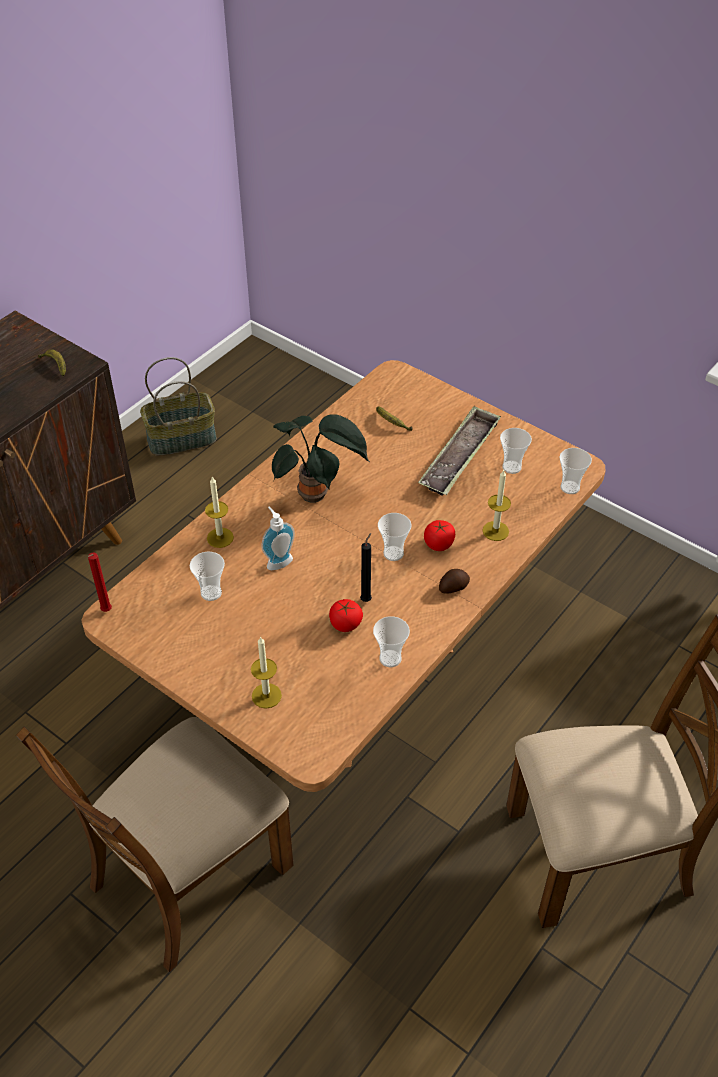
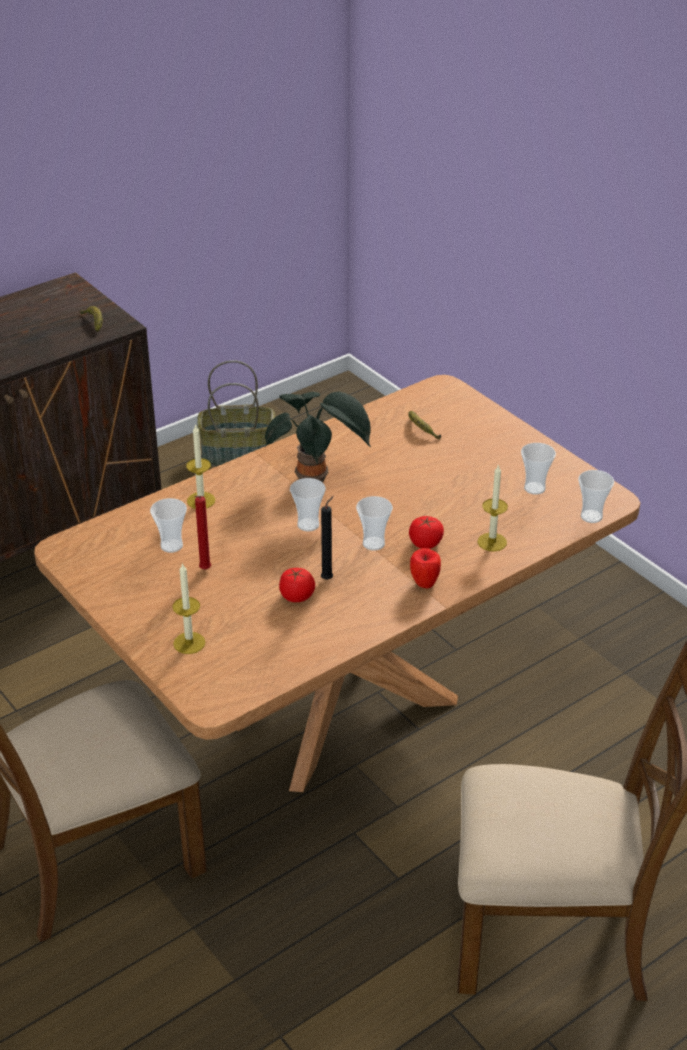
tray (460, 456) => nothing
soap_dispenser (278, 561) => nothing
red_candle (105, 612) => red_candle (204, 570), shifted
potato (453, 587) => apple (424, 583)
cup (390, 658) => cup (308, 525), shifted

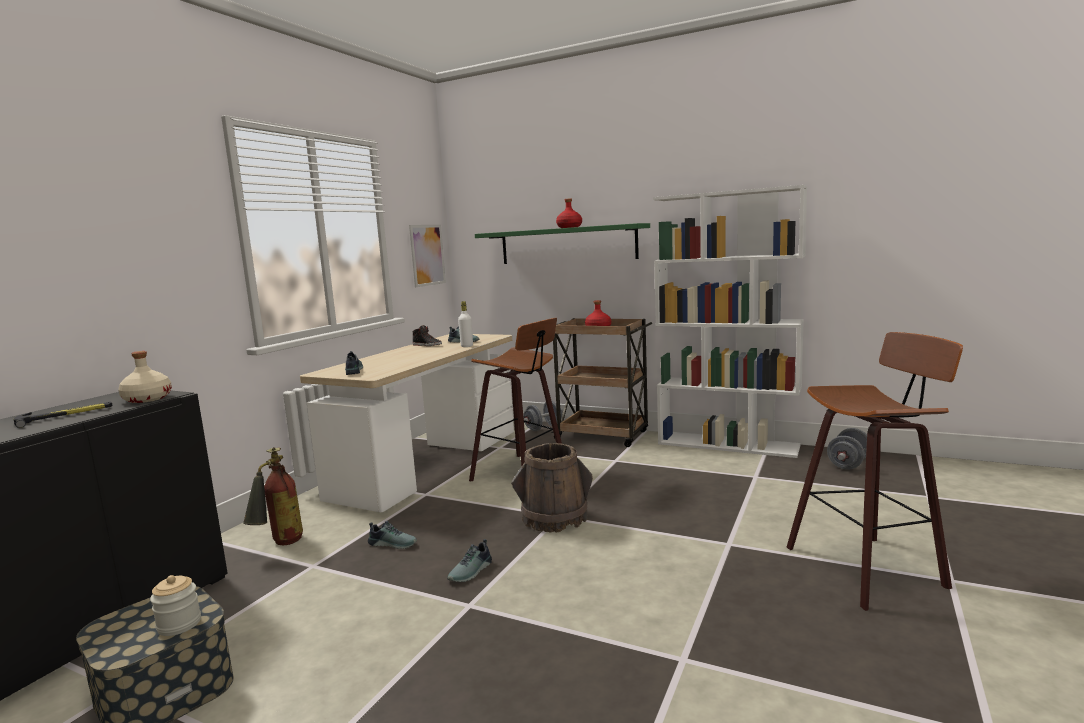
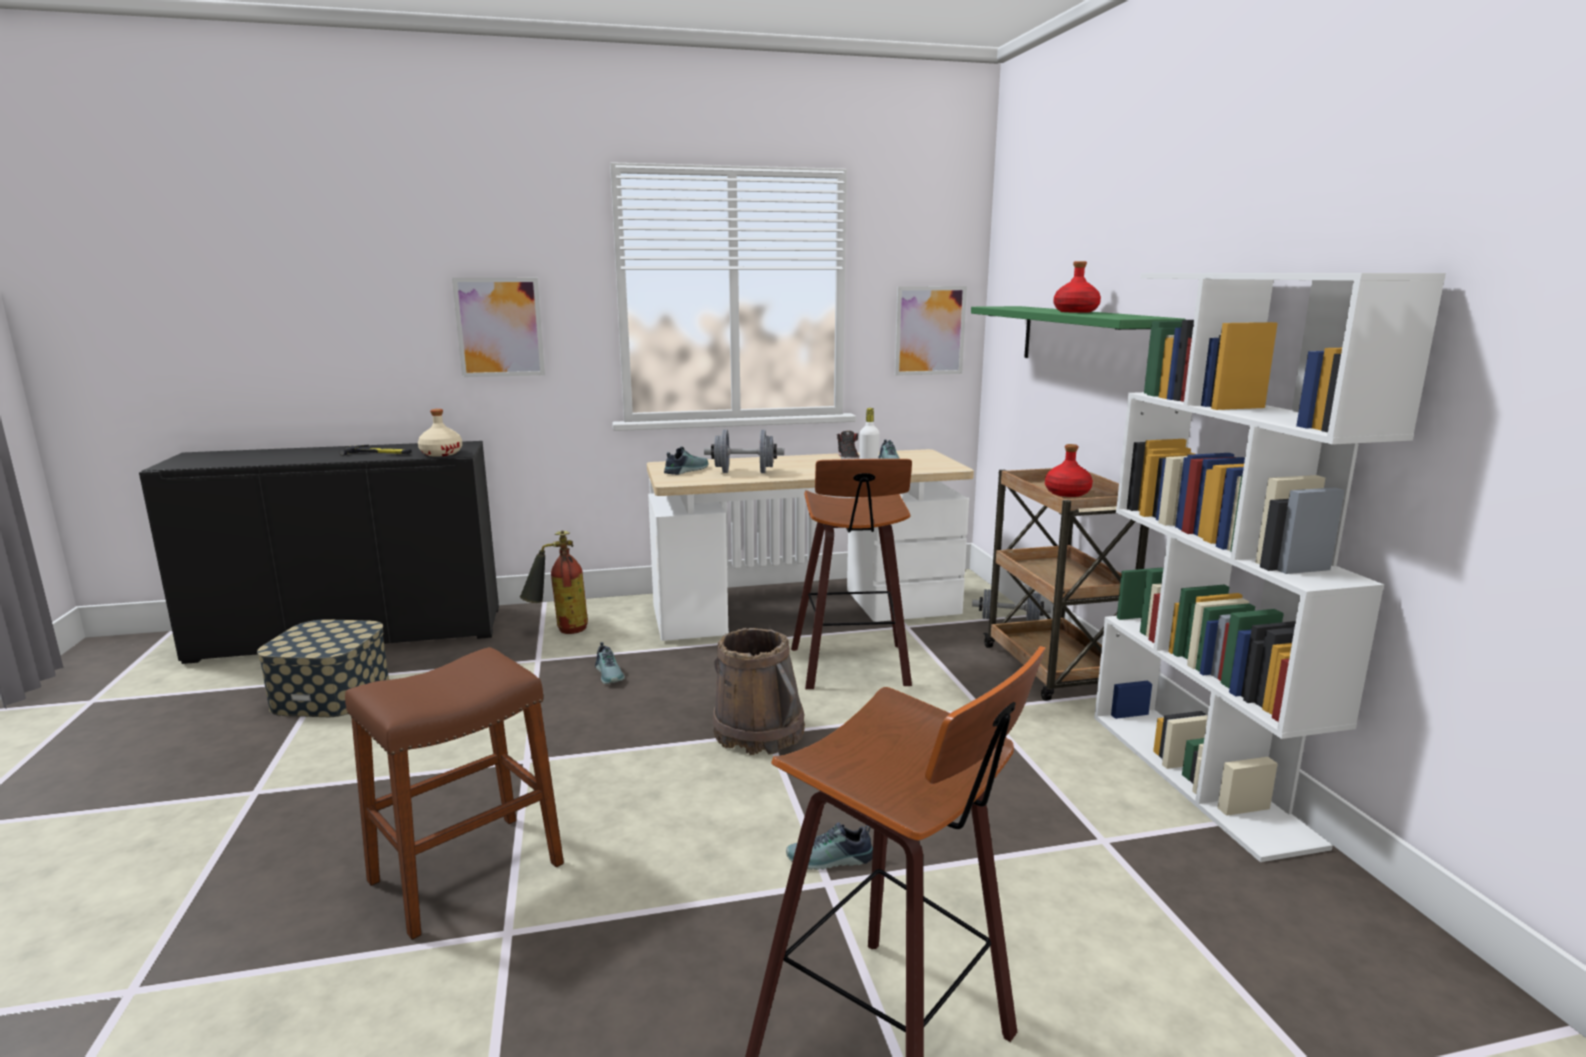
grey_dumbbell (848, 464) => grey_dumbbell (744, 472), shifted
shoe (472, 572) => shoe (830, 860), shifted
jar (179, 624) => nothing
nothing => picture (499, 327)
nothing => brown_stool (466, 872)

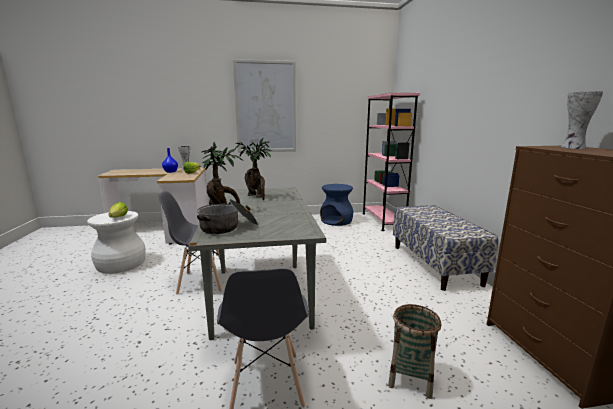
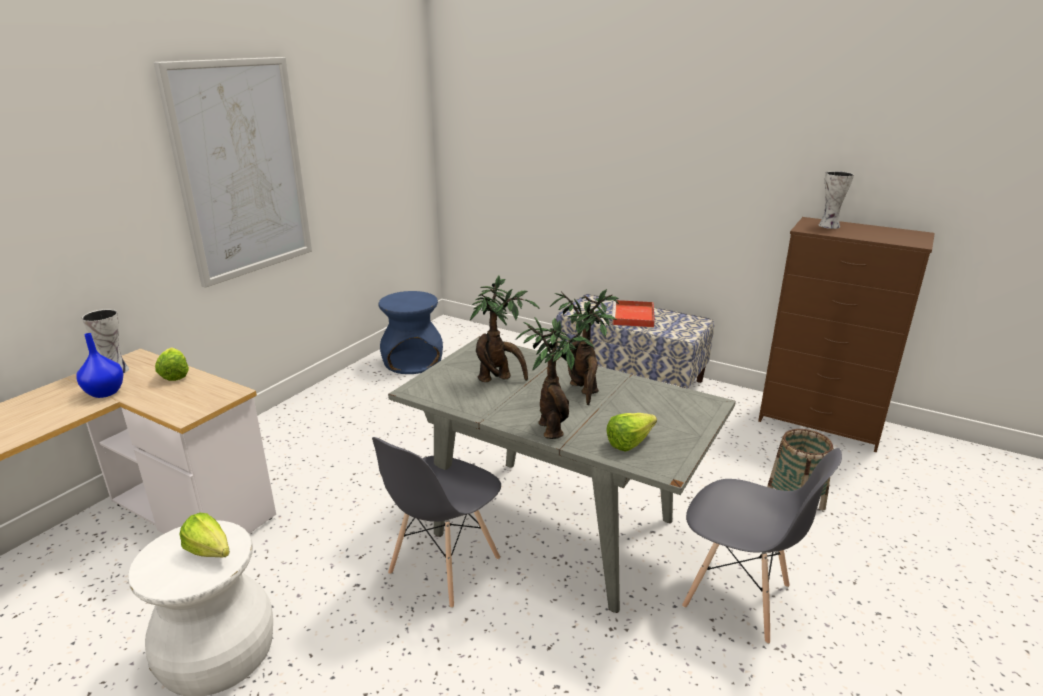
pink_bookcase (383, 221) => nothing
cooking_pot (228, 227) => lettuce (633, 442)
nothing => potted_plant (584, 391)
nothing => red_tray (633, 316)

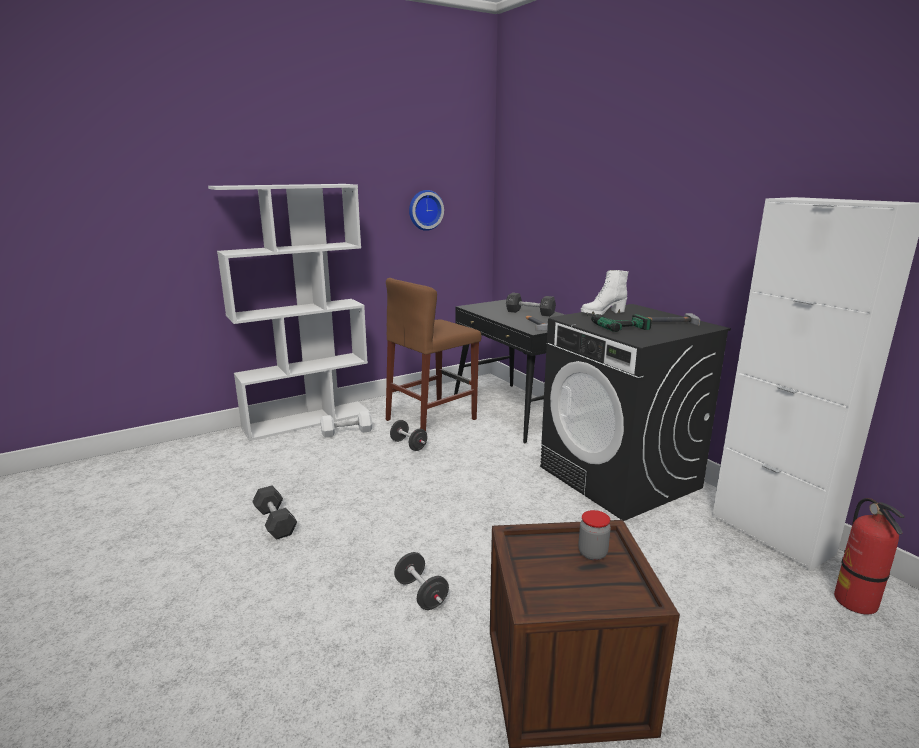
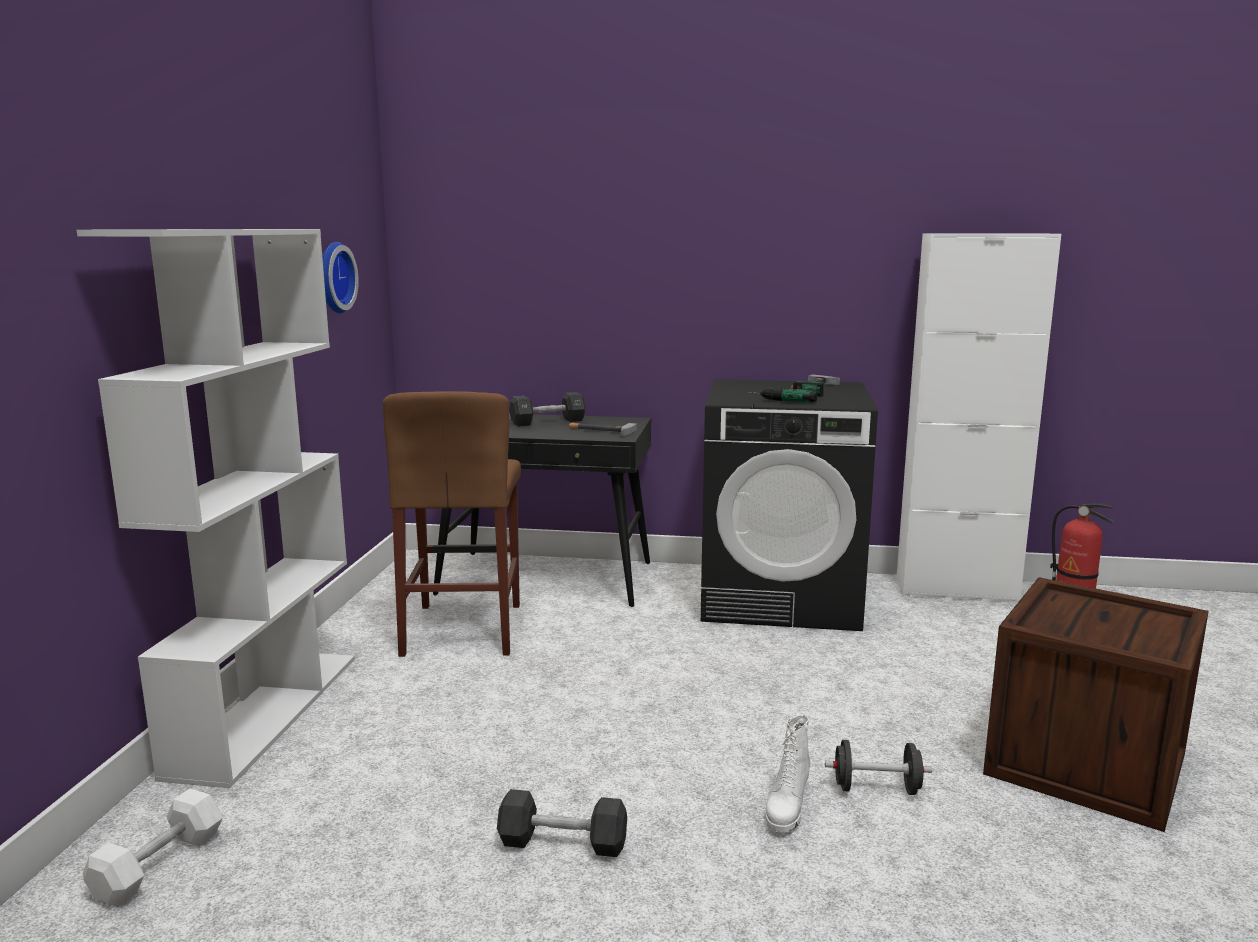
white_boot (602, 313) => white_boot (786, 809), shifted
white_dumbbell (347, 432) => white_dumbbell (158, 865), shifted
black_dumbbell (408, 445) => nothing
jar (592, 553) => nothing

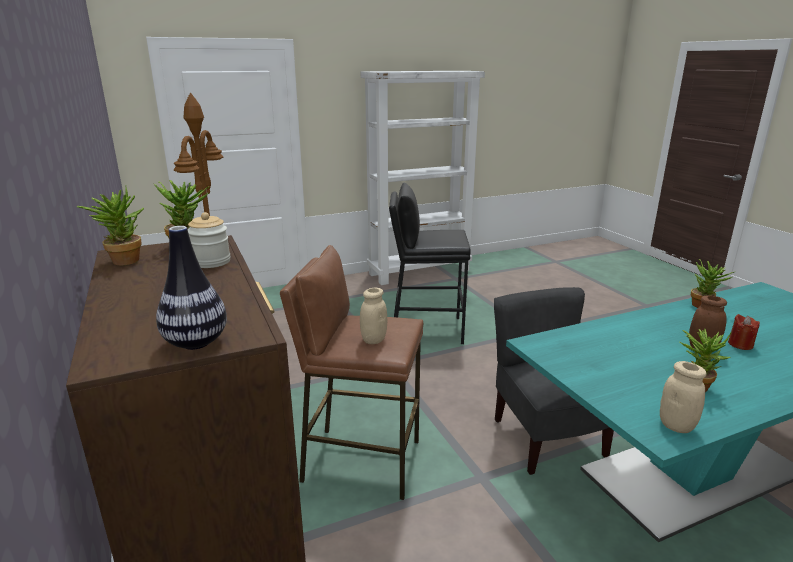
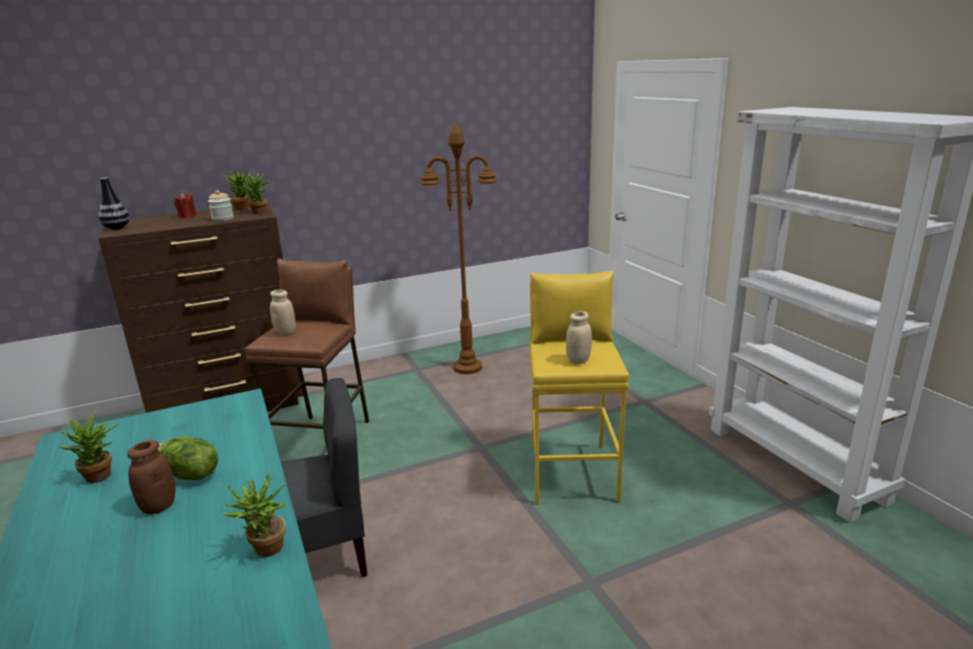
black_stool (426, 329) => yellow_stool (572, 472)
red_candle (740, 344) => red_candle (187, 216), shifted
beige_jar (676, 426) => beige_jar (578, 360), shifted
nothing => lettuce (189, 475)

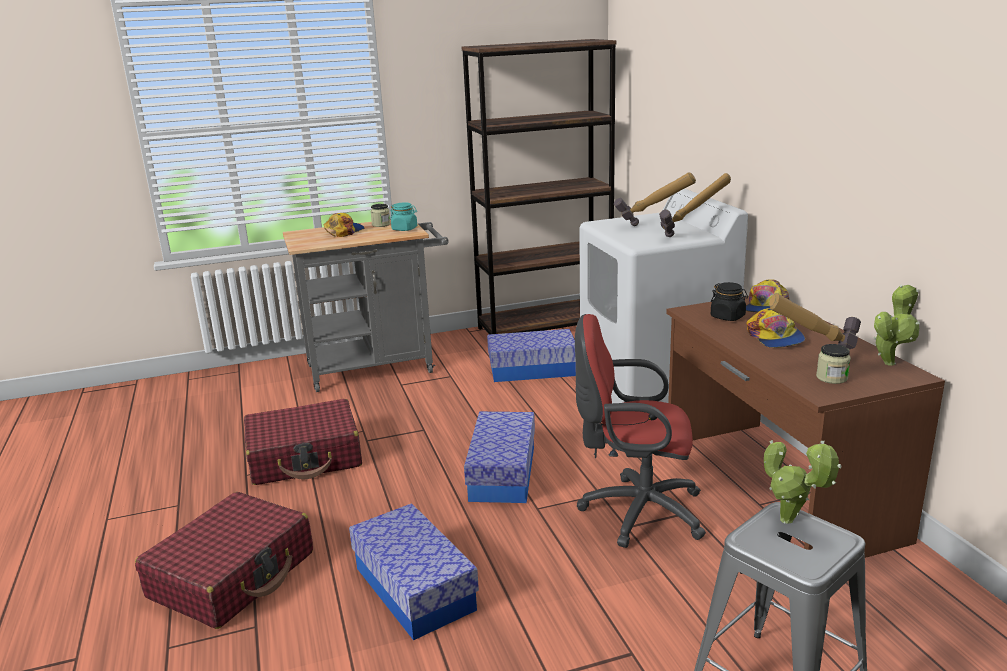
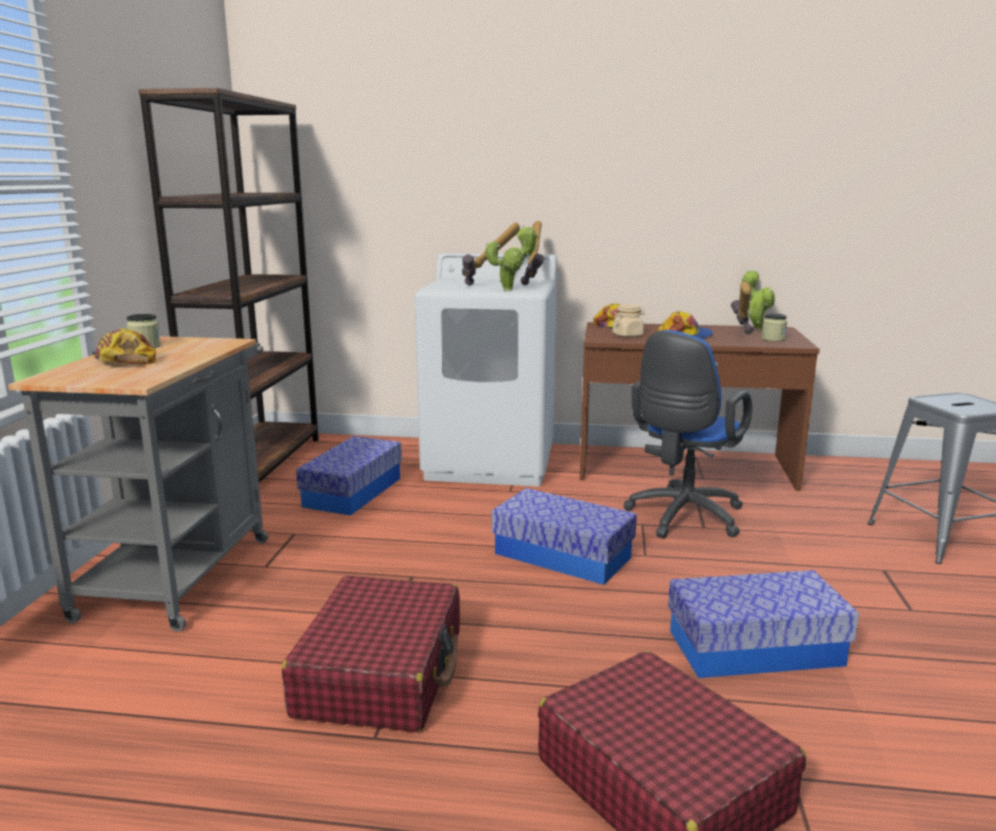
turquoise_jar (404, 229) => nothing
black_jar (728, 317) => beige_jar (628, 335)
red_office_chair (636, 512) => blue_office_chair (682, 518)
potted_plant (791, 522) => potted_plant (511, 290), shifted

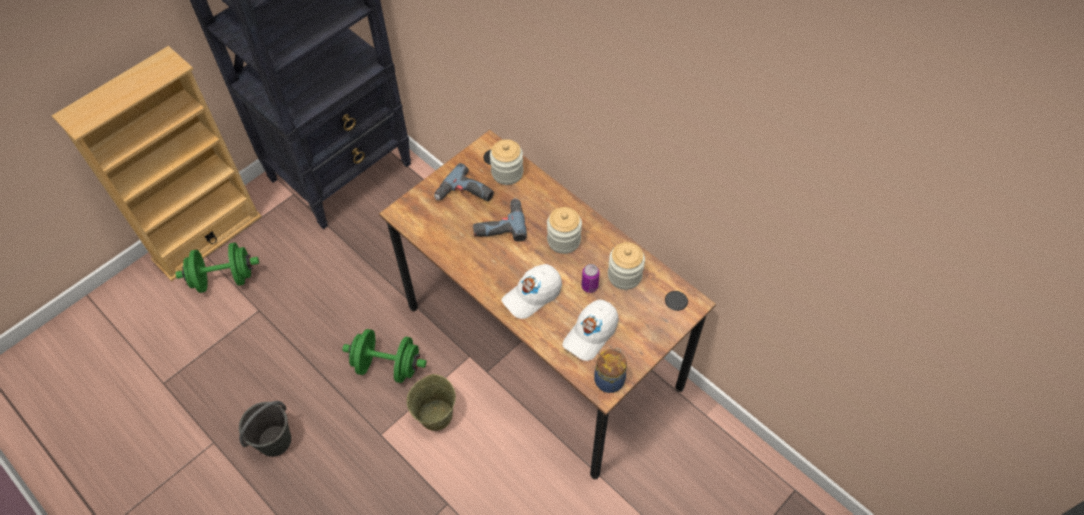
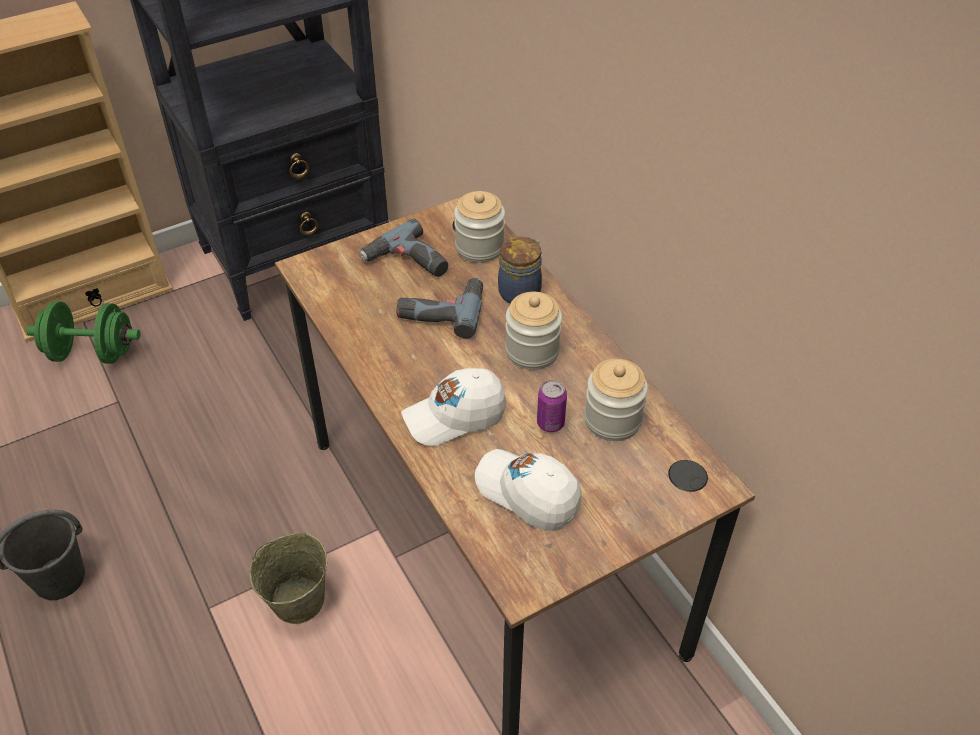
white_cap (591, 334) => white_cap (528, 493), 75 degrees clockwise
green_dumbbell (387, 365) => nothing
jar (610, 379) => jar (521, 292), shifted

